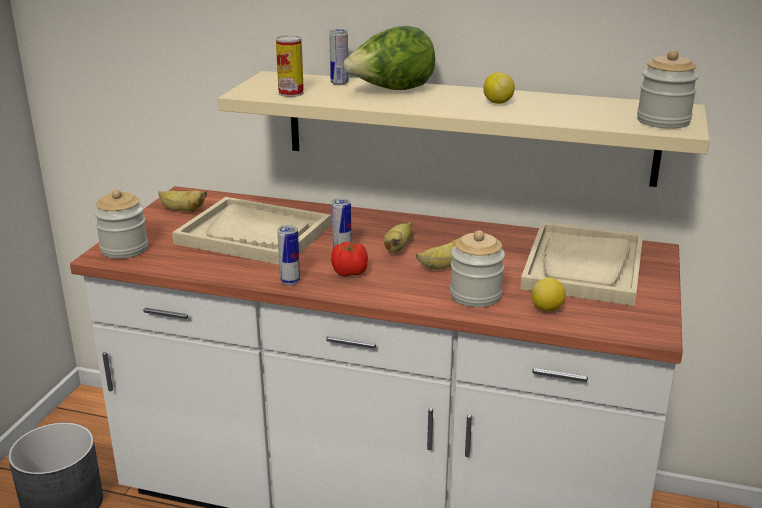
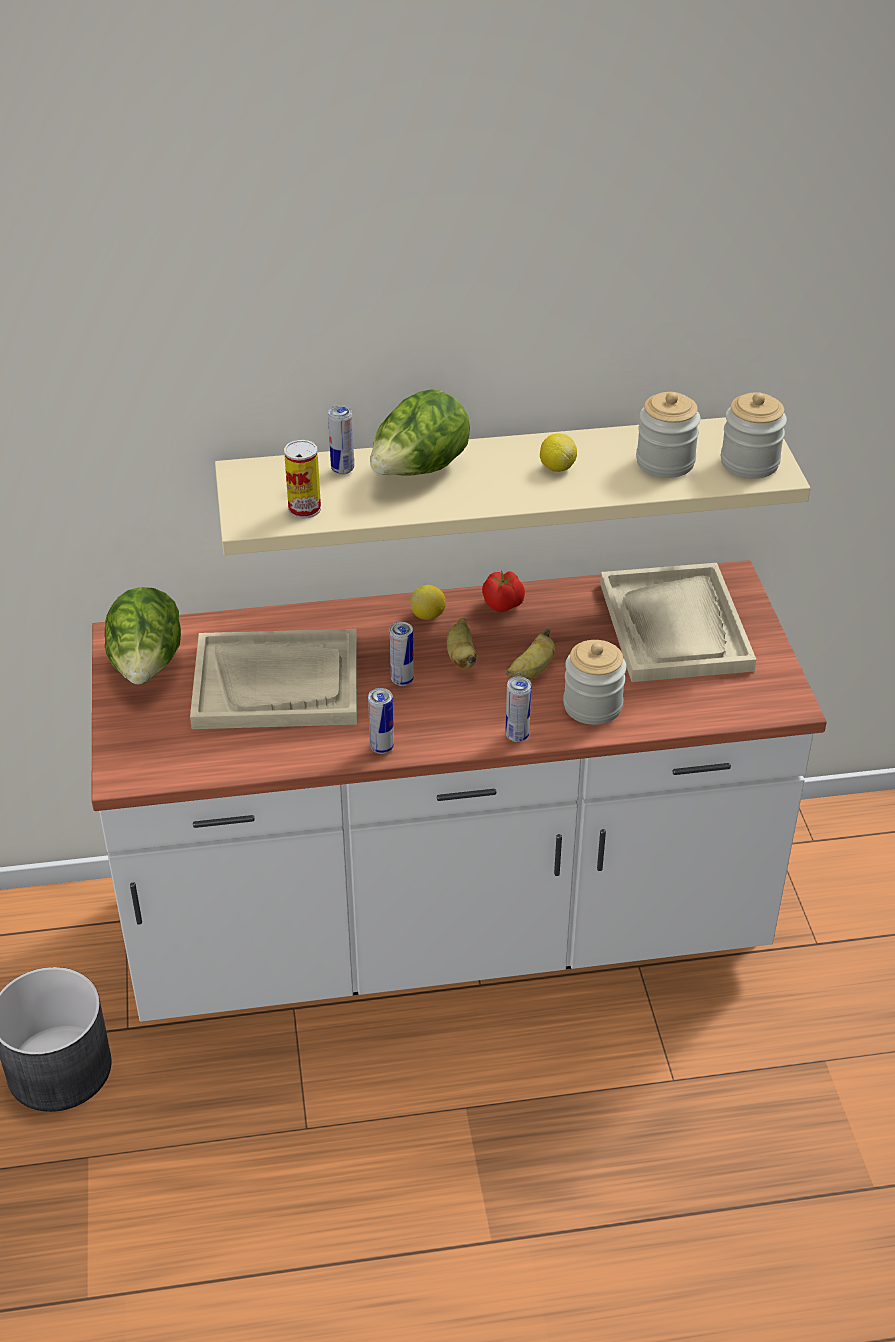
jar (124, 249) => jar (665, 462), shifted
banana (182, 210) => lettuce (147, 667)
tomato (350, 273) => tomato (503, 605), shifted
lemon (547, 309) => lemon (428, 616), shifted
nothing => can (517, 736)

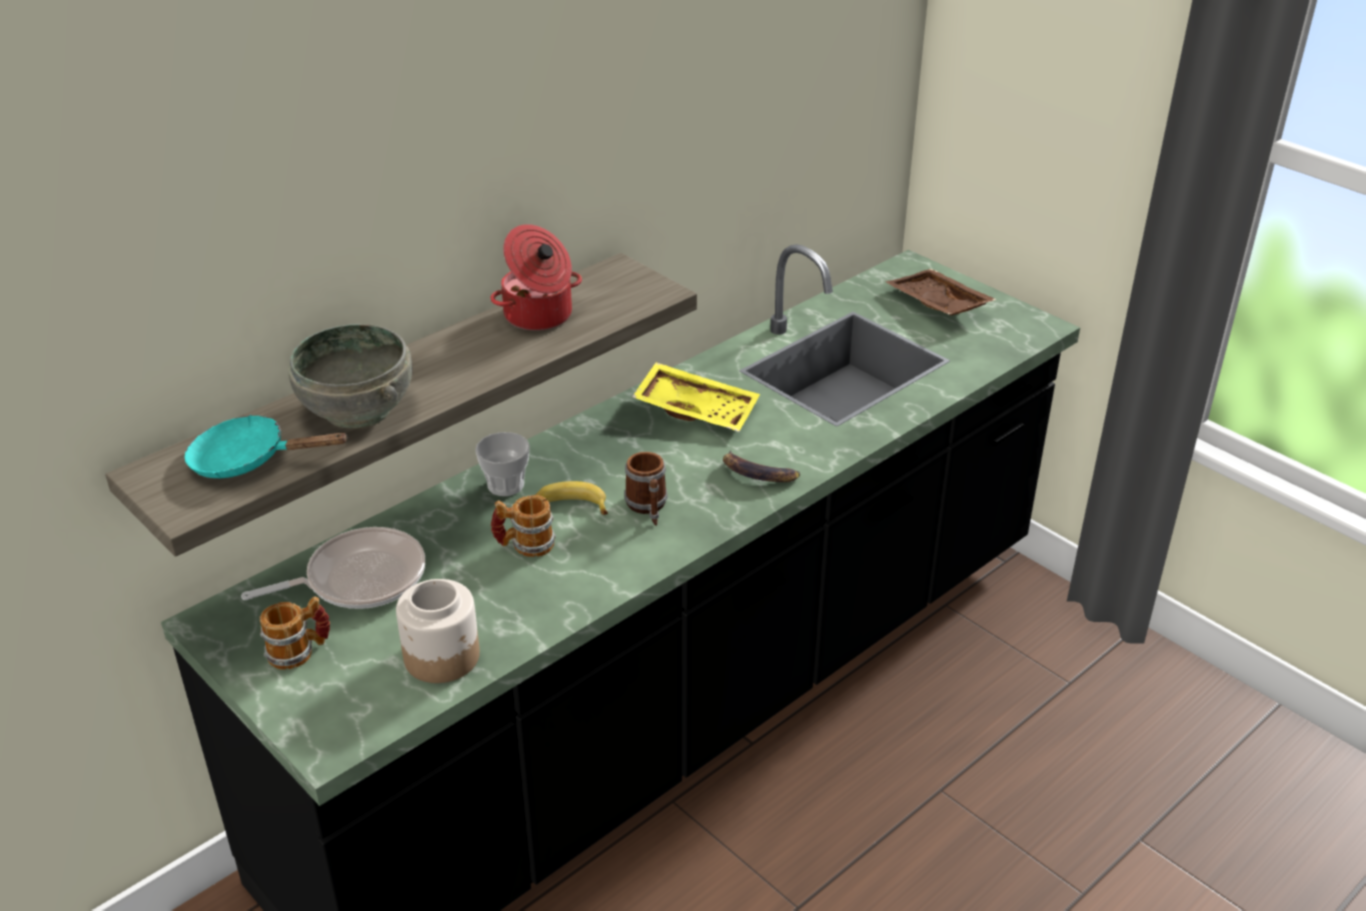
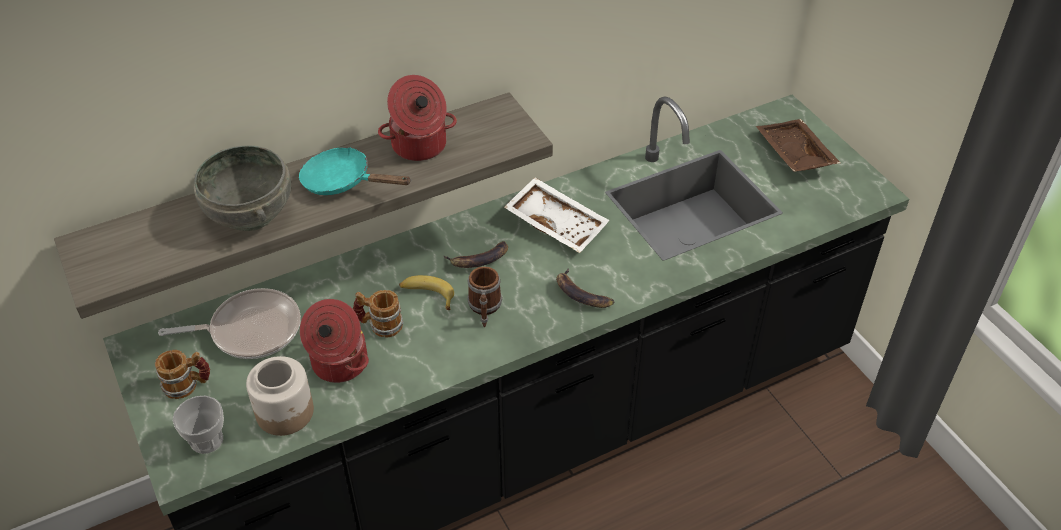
yellow_tray (697, 409) => white_tray (557, 223)
turquoise_frying_pan (249, 460) => turquoise_frying_pan (343, 182), shifted
cup (506, 485) => cup (206, 440), shifted
nothing => banana (479, 260)
nothing => cooking_pot (338, 364)

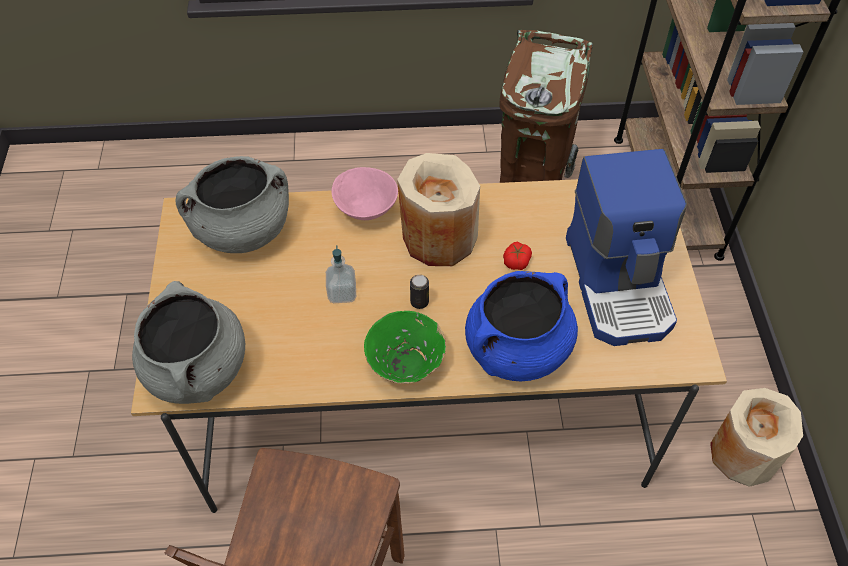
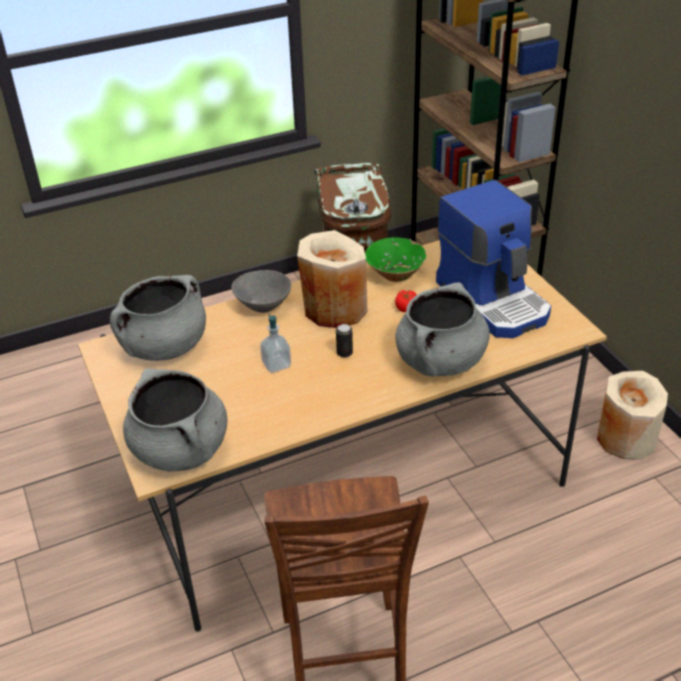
pink_bowl (365, 208) => grey_bowl (263, 305)
blue_cooking_pot (517, 349) => grey_cooking_pot (440, 361)
green_bowl (405, 362) => green_bowl (395, 274), shifted

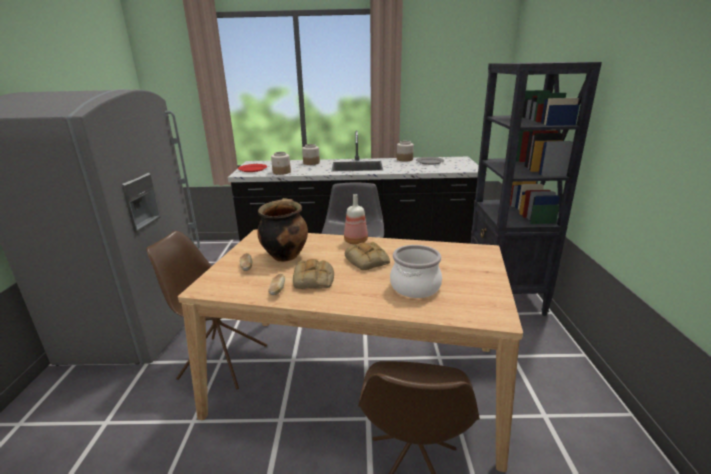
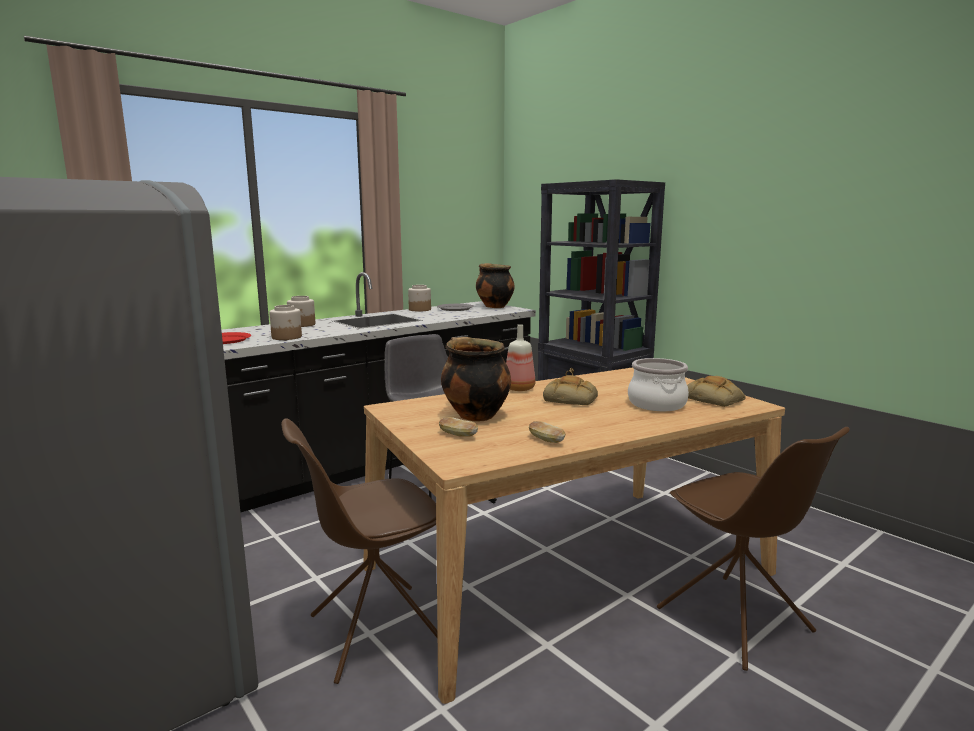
bread (314, 280) => bread (715, 399), shifted
nothing => cooking_pot (494, 306)

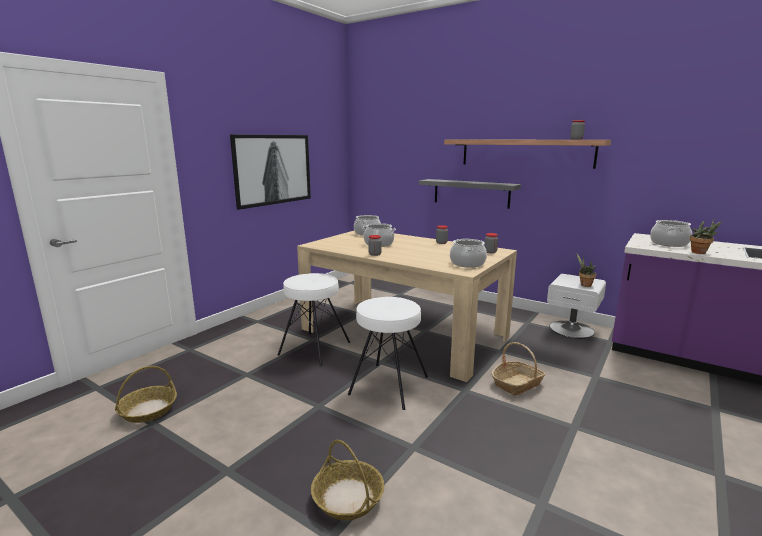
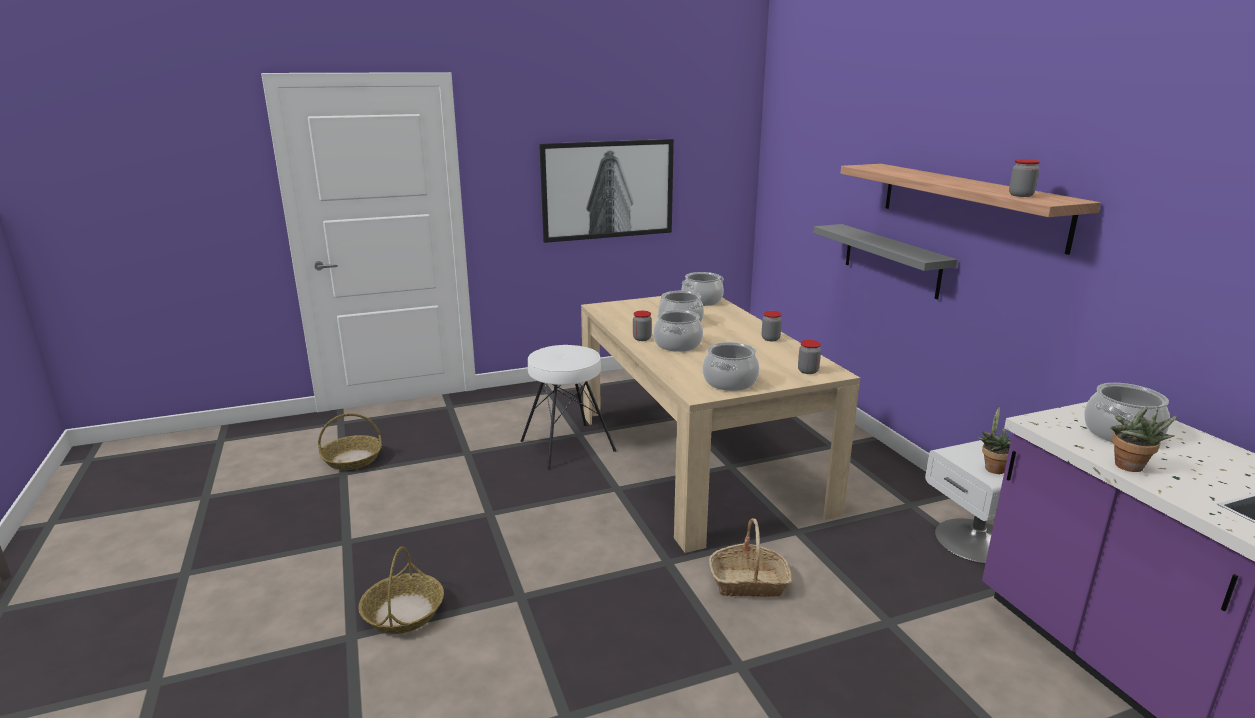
white_stool (388, 385) => nothing
nothing => cooking_pot (677, 345)

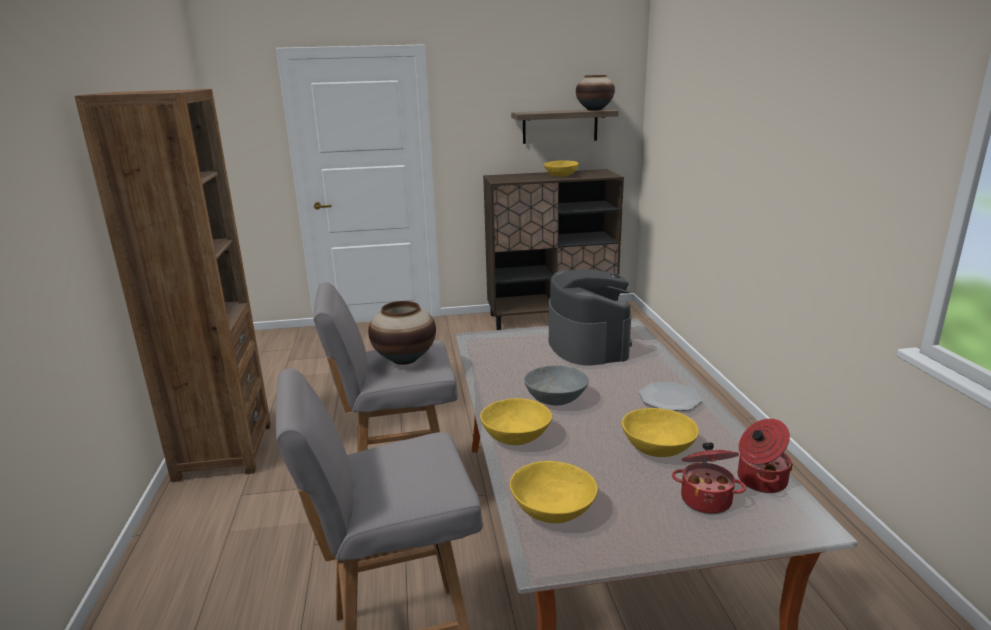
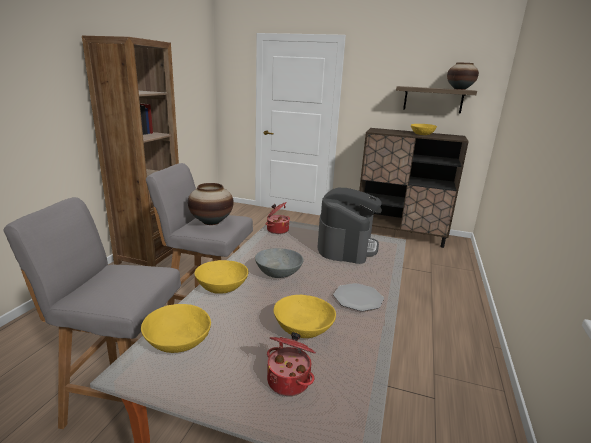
cooking_pot (760, 480) => cooking_pot (277, 230), shifted

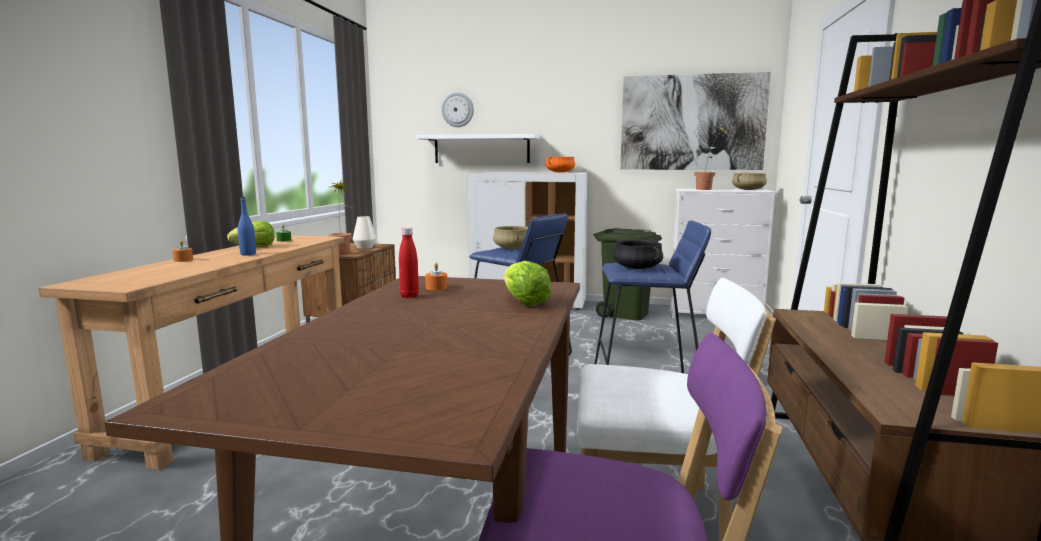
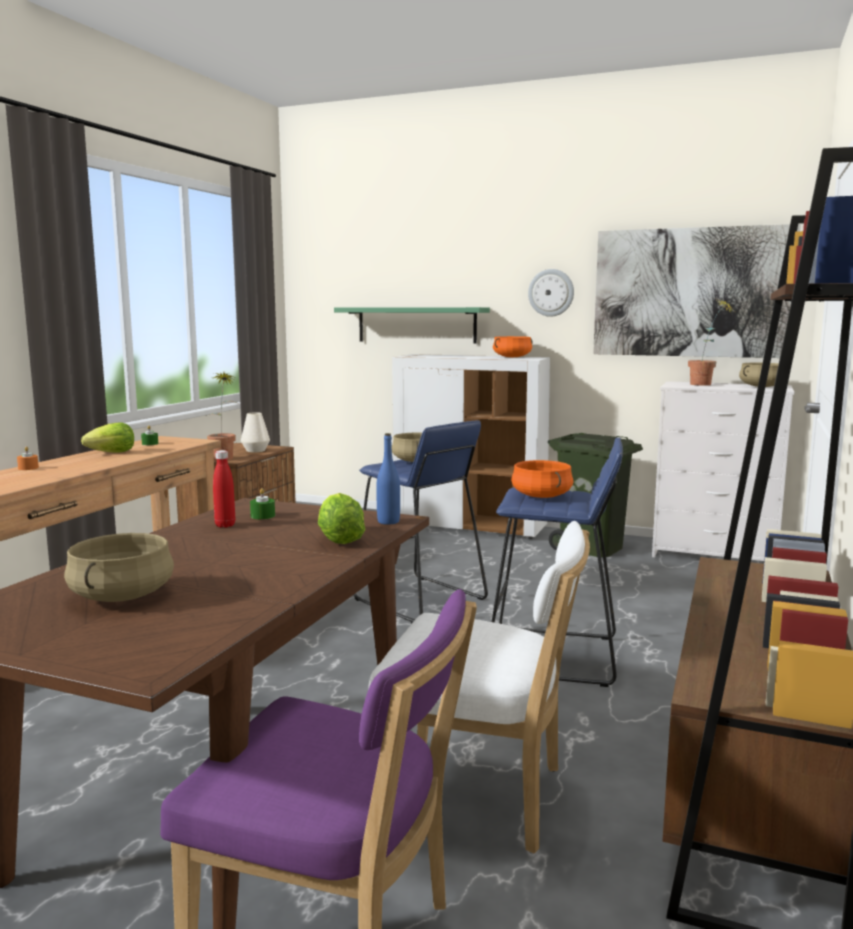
wall_clock (457, 109) => wall_clock (551, 292), shifted
white_shelf (481, 149) => green_shelf (416, 325)
blue_bottle (248, 254) => blue_bottle (388, 522), shifted
black_cooking_pot (637, 268) => orange_cooking_pot (541, 496)
orange_candle (436, 288) => green_candle (263, 516)
nothing => beige_cooking_pot (123, 596)

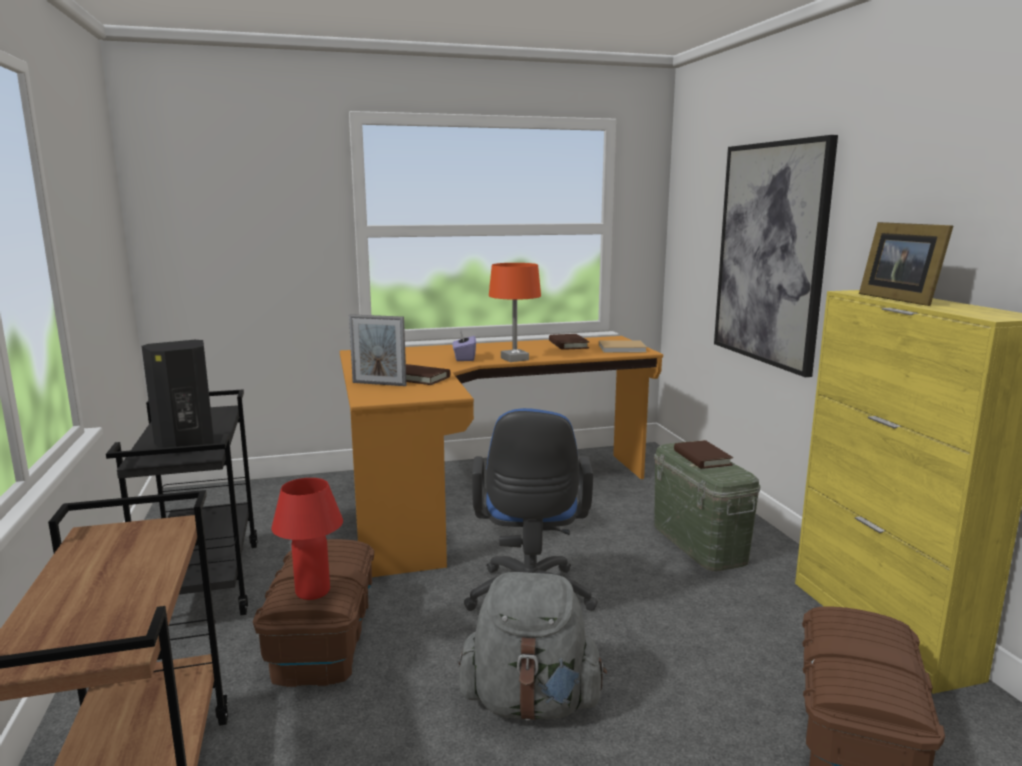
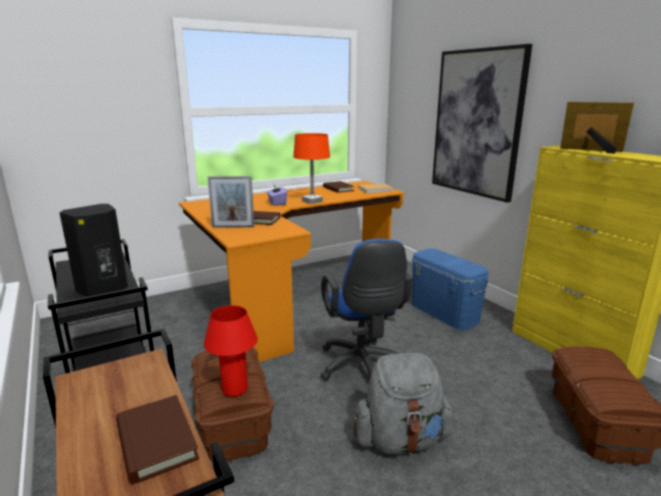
picture_frame (899, 299) => picture_frame (592, 151), 150 degrees clockwise
brown_book (702, 458) => brown_book (156, 441), shifted
green_storage_box (699, 543) => blue_storage_box (444, 312)

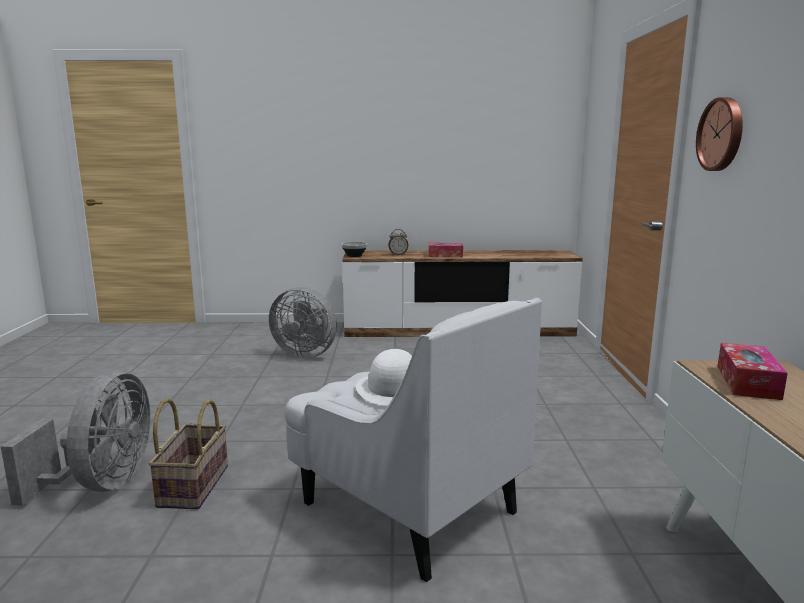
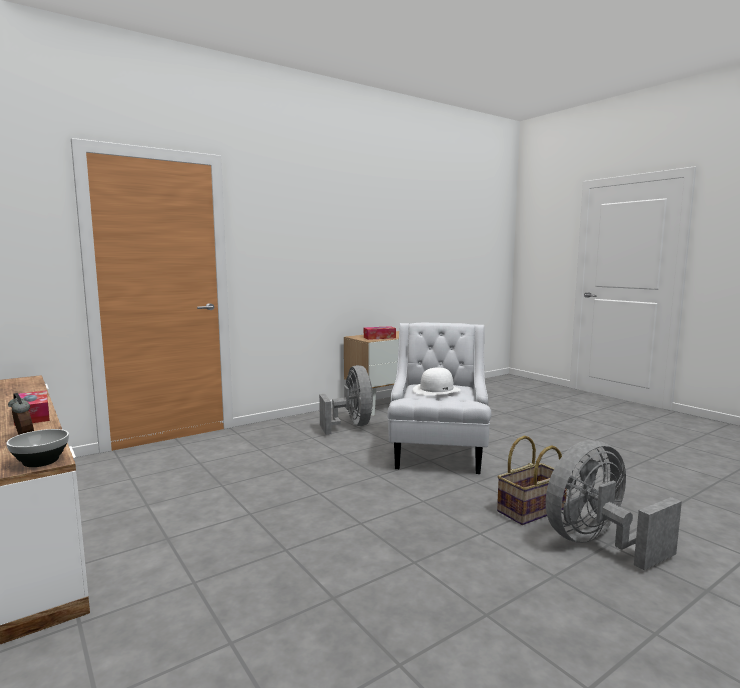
wall_clock (722, 134) => nothing
grey_fan (306, 354) => grey_fan (351, 426), shifted

